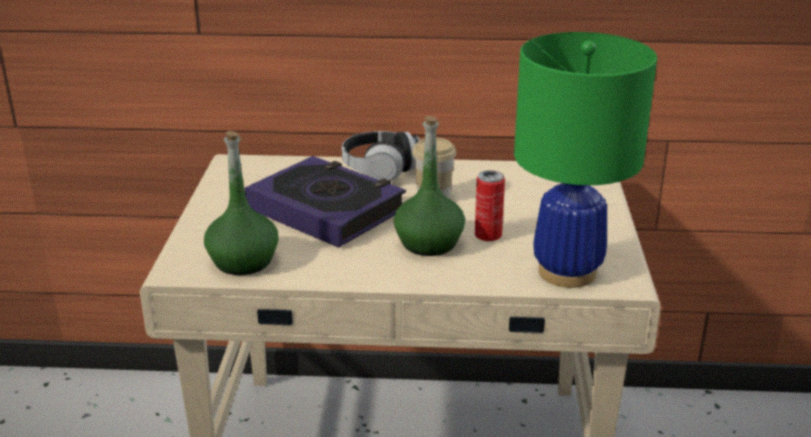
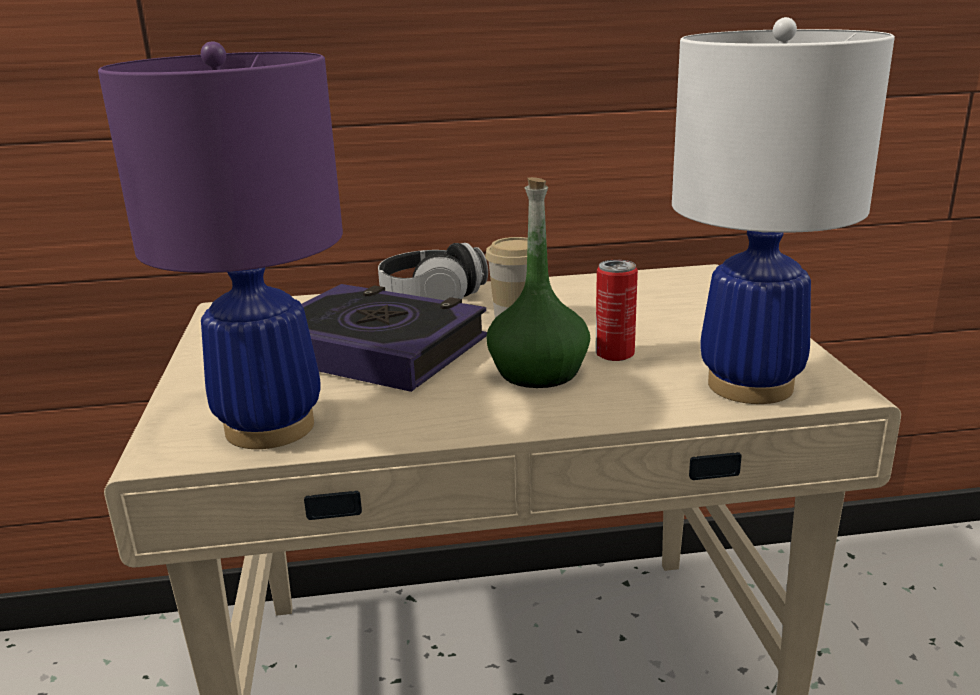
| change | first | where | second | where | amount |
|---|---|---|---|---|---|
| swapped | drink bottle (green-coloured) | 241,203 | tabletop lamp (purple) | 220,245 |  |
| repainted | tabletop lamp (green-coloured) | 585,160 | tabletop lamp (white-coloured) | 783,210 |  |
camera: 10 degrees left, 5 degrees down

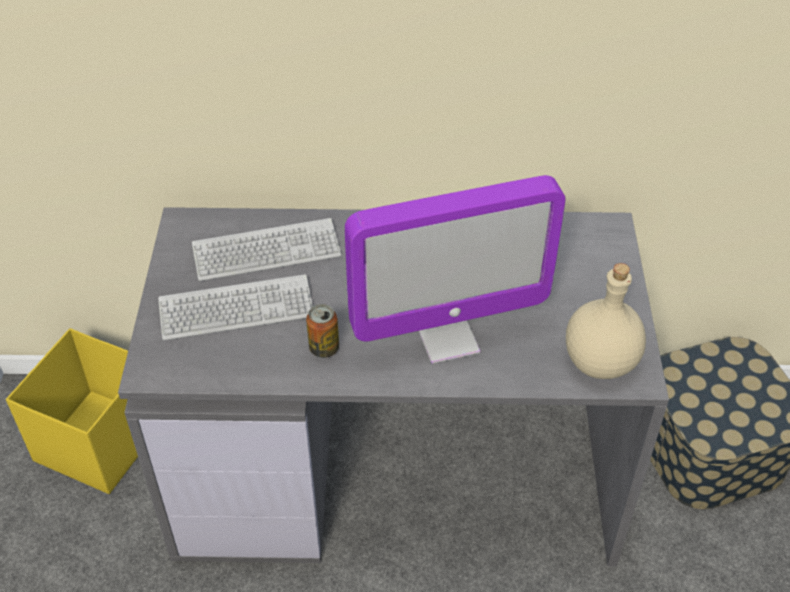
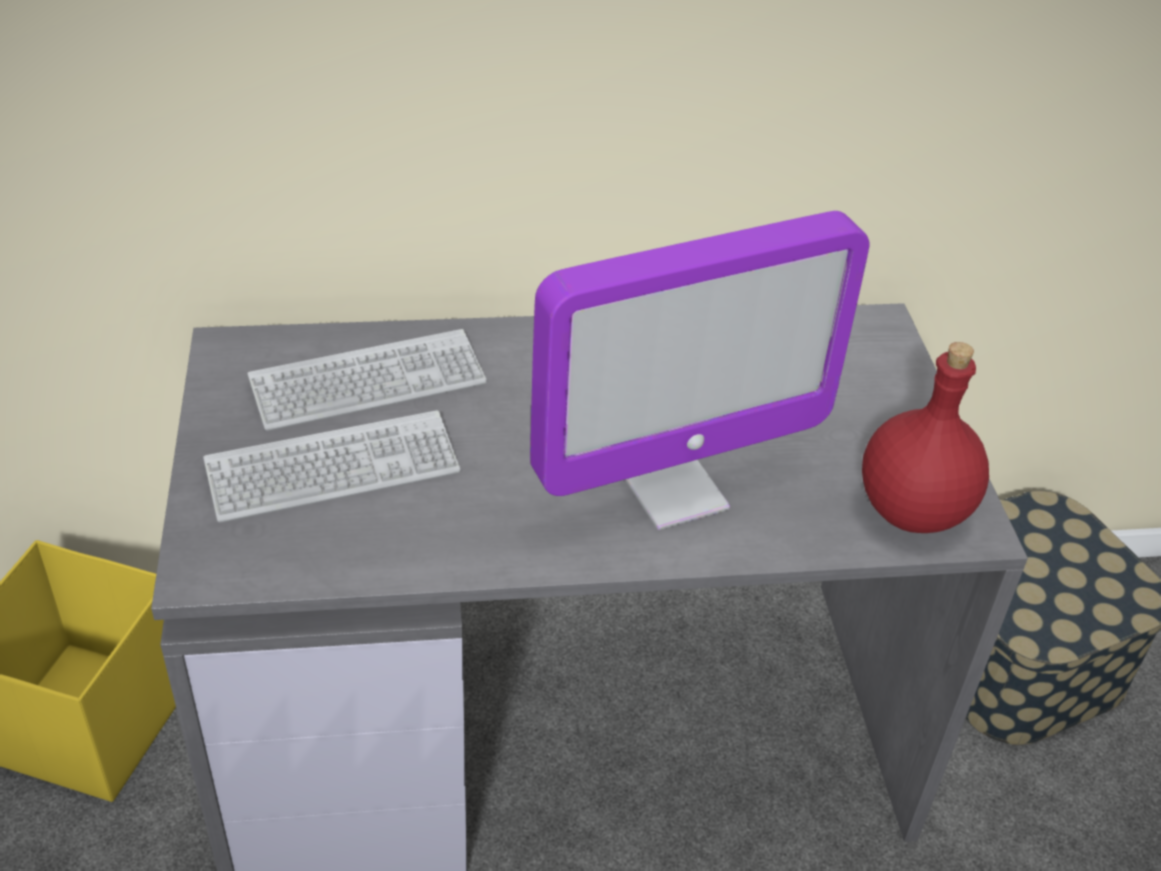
| change | first | where | second | where | amount |
|---|---|---|---|---|---|
| repainted | drink bottle (beige-coloured) | 606,321 | drink bottle (reddish) | 925,437 |  |
| gone | metal can | 322,331 |  |  |  |
camera: 10 degrees left, 5 degrees down

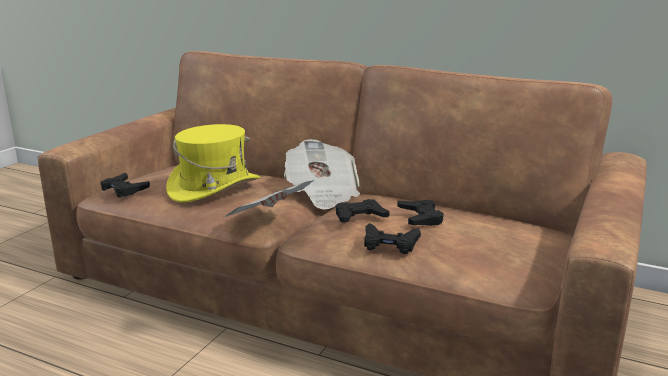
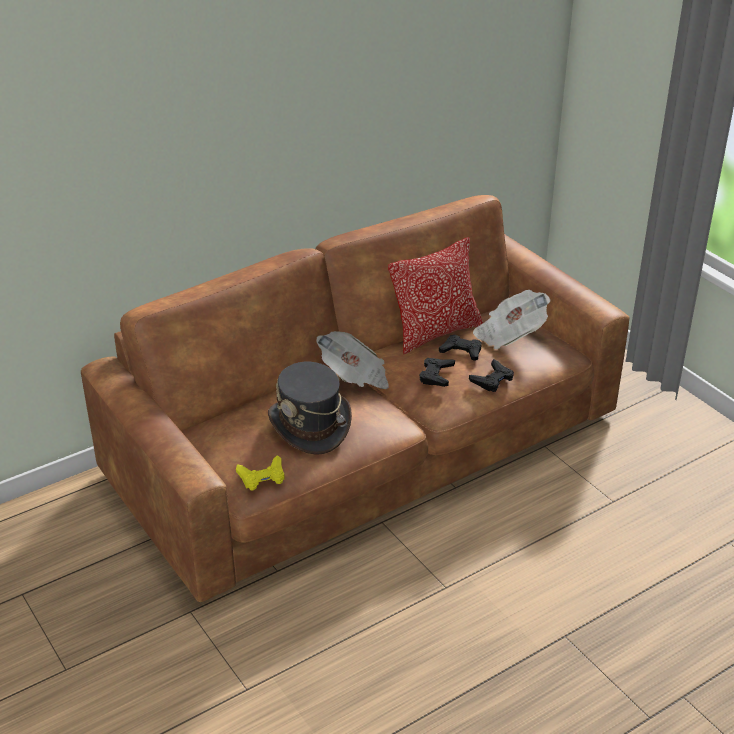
| change | first | where | second | where | amount |
|---|---|---|---|---|---|
| repainted | game controller (black) | 125,185 | game controller (yellow) | 260,472 |  |
| repainted | clothing hat (yellow) | 213,163 | clothing hat (greyish) | 310,408 |  |
| new |  |  | throw pillow | 435,295 |  |
| shifted | newspaper | 269,198 |  | 512,320 |  |
camera: 60 degrees left, 15 degrees up

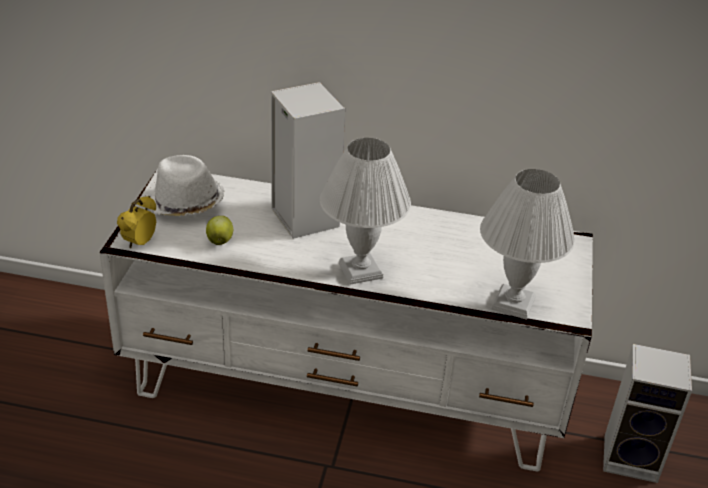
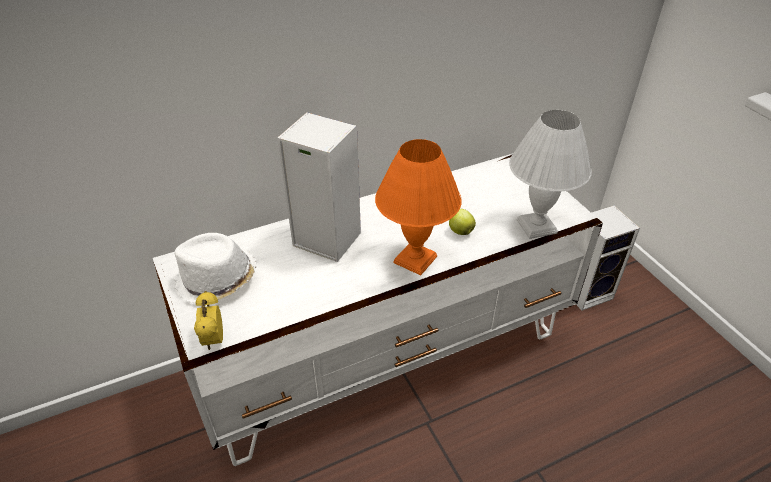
| change | first | where | second | where | amount |
|---|---|---|---|---|---|
| repainted | tabletop lamp (white-coloured) | 365,211 | tabletop lamp (orange) | 418,207 |  |
| shifted | whole apple | 219,230 |  | 462,222 |  |
camera: 35 degrees left, 5 degrees up

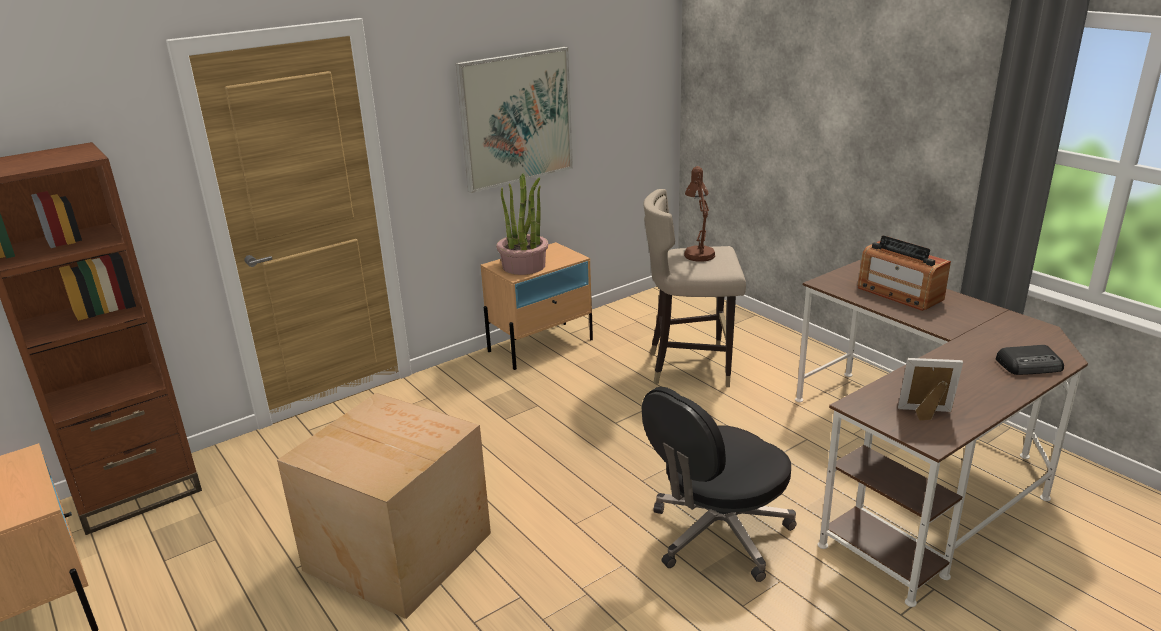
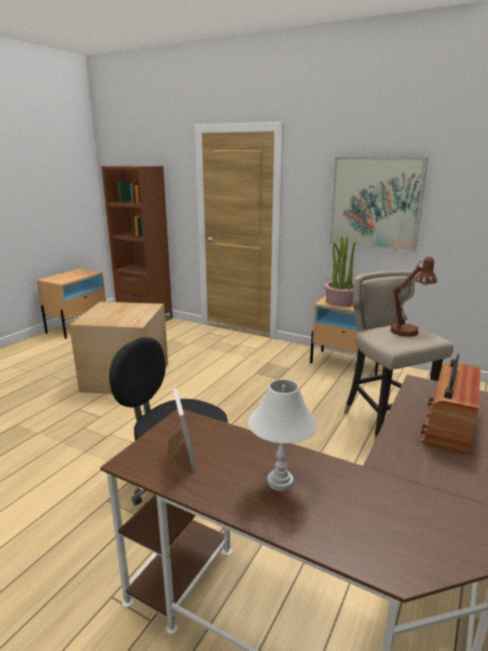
| change | first | where | second | where | amount |
|---|---|---|---|---|---|
| new |  |  | tabletop lamp (white-coloured) | 282,435 |  |
| gone | radio | 1030,360 |  |  |  |
camera: 65 degrees right, 5 degrees down

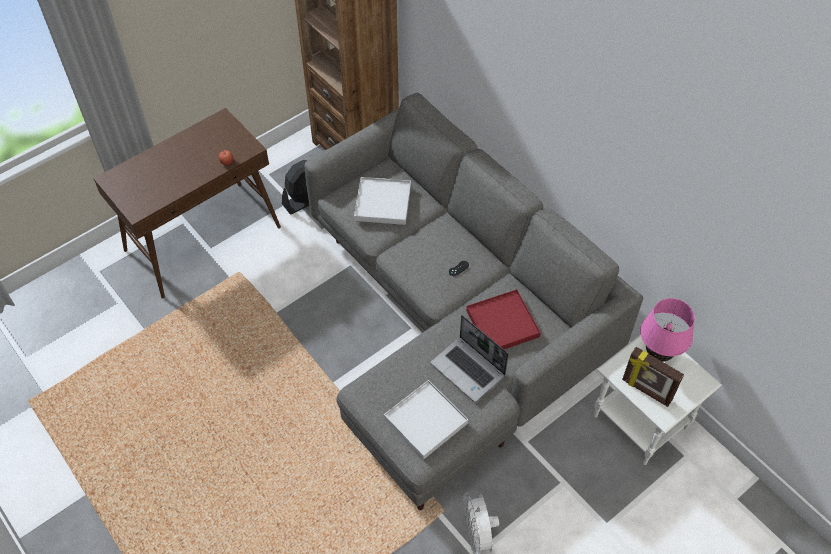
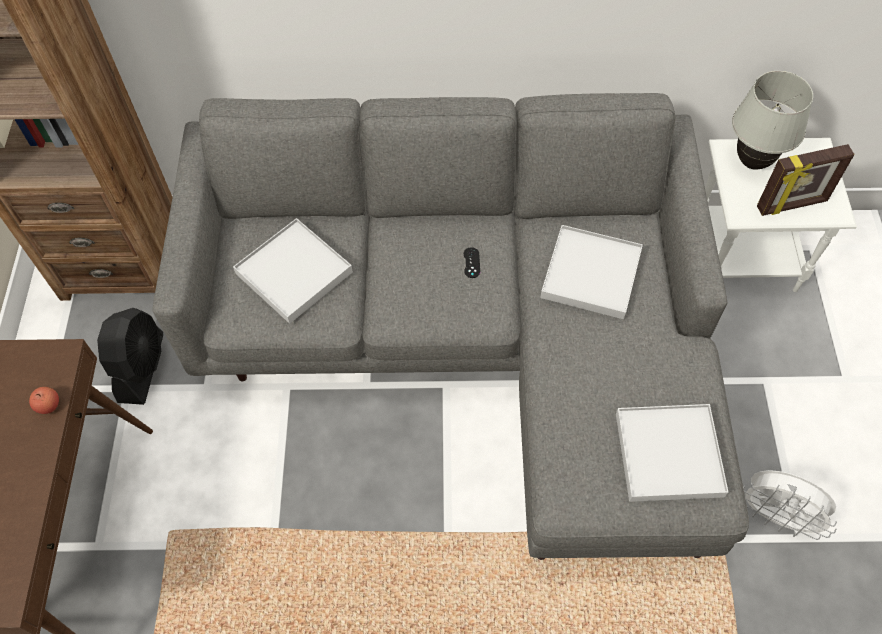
| change | first | where | second | where | amount |
|---|---|---|---|---|---|
| repainted | tray (reddish) | 503,319 | tray (white-coloured) | 591,272 |  |
| repainted | tabletop lamp (pink-coloured) | 667,330 | tabletop lamp (white-coloured) | 772,120 |  |
| gone | laptop | 470,358 |  |  |  |
camera: 50 degrees left, 5 degrees up

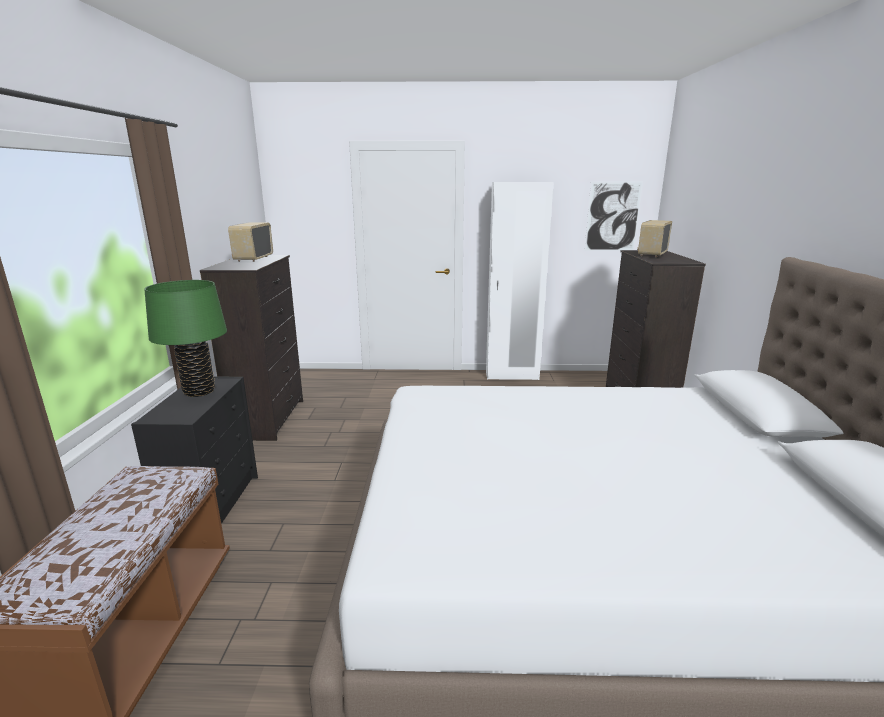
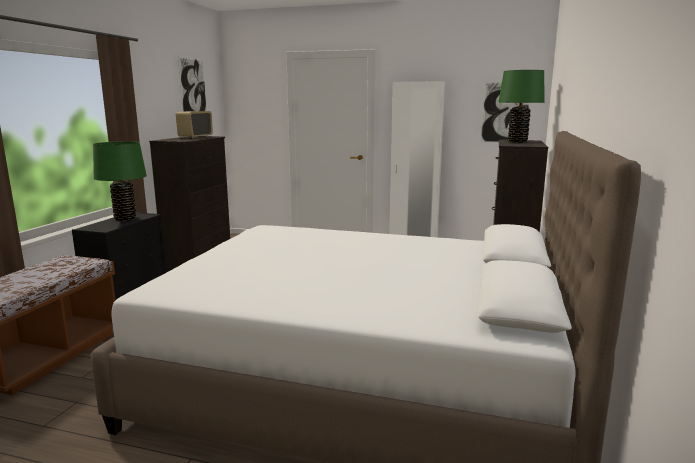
| change | first | where | second | where | amount |
|---|---|---|---|---|---|
| new |  |  | wall picture | 192,83 |  |
| swapped | radio | 654,238 | tabletop lamp (green-coloured) | 521,106 |  |
camera: 15 degrees right, 5 degrees down

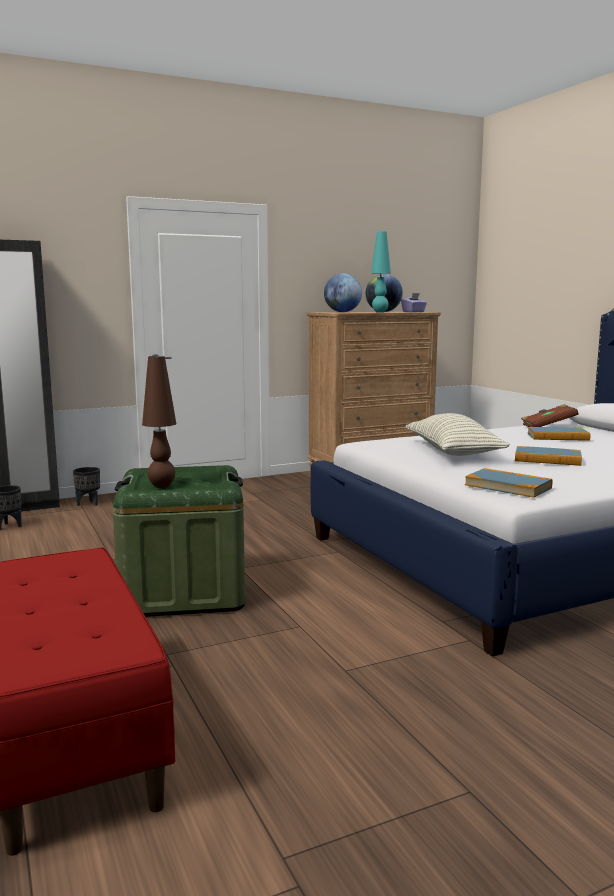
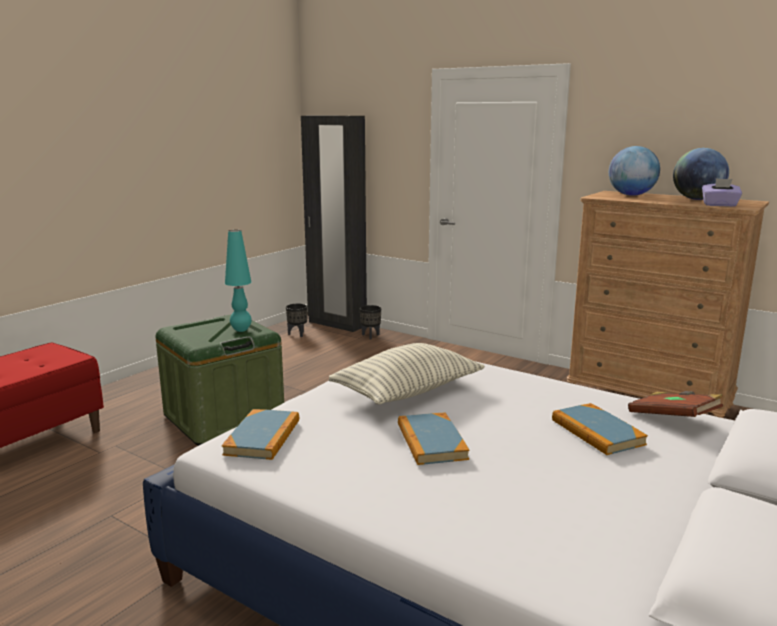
| change | first | where | second | where | amount |
|---|---|---|---|---|---|
| shifted | tabletop lamp (blue-green) | 381,272 |  | 238,281 |  |
| gone | tabletop lamp (brown-coloured) | 159,422 |  |  |  |
camera: 60 degrees right, 5 degrees up

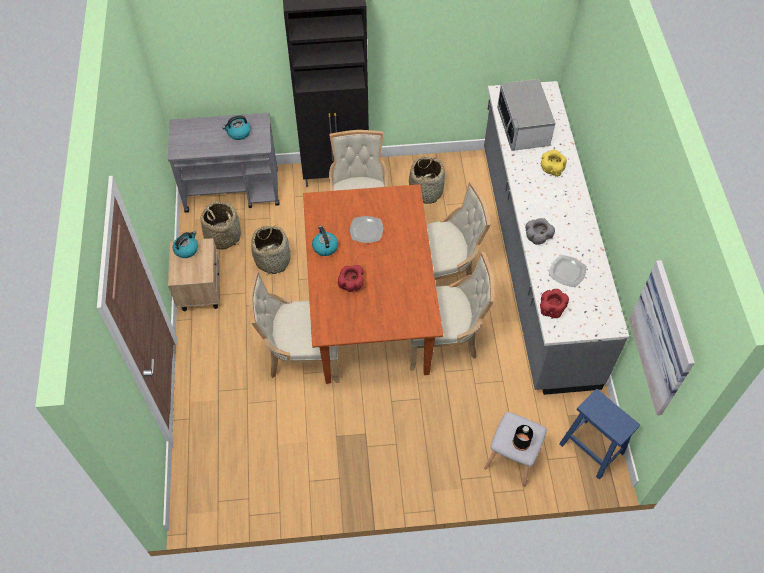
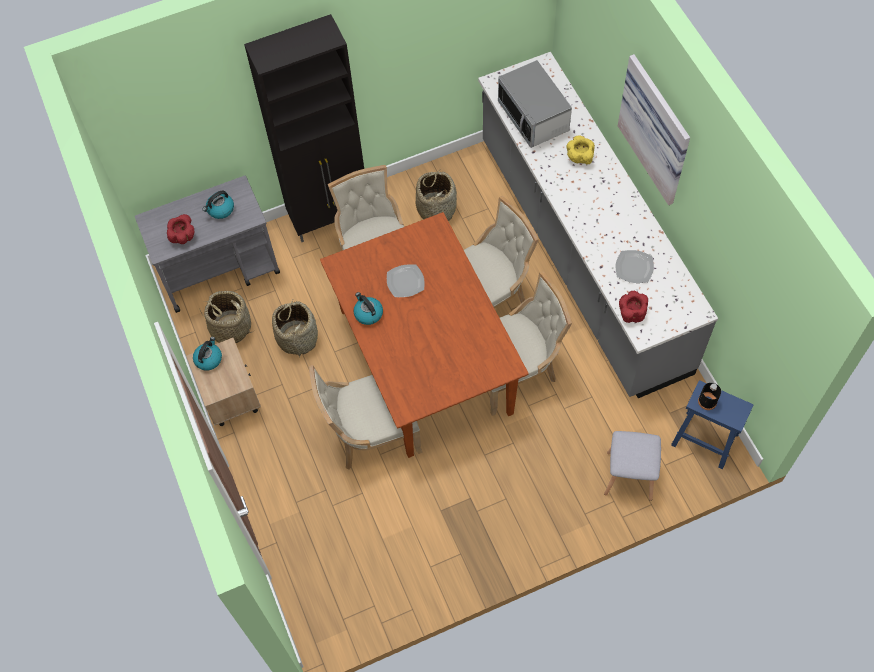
| change | first | where | second | where | amount |
|---|---|---|---|---|---|
| shifted | bowl (reddish) | 351,278 |  | 181,229 |  |
| shifted | wall picture | 662,337 |  | 654,129 |  |
| shifted | drink bottle (black) | 523,438 |  | 709,396 |  |
| gone | bowl (greyish) | 540,231 |  |  |  |
camera: 15 degrees left, 5 degrees up

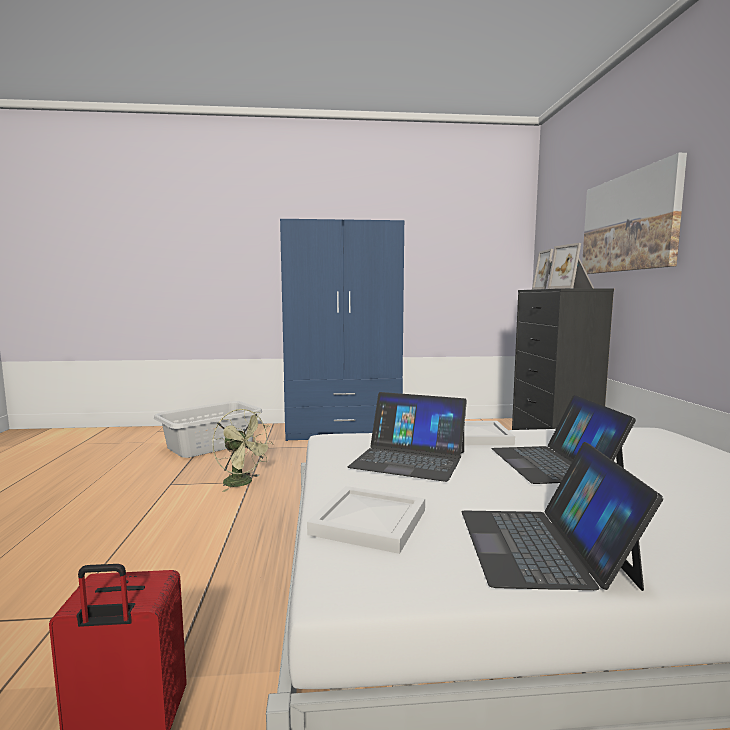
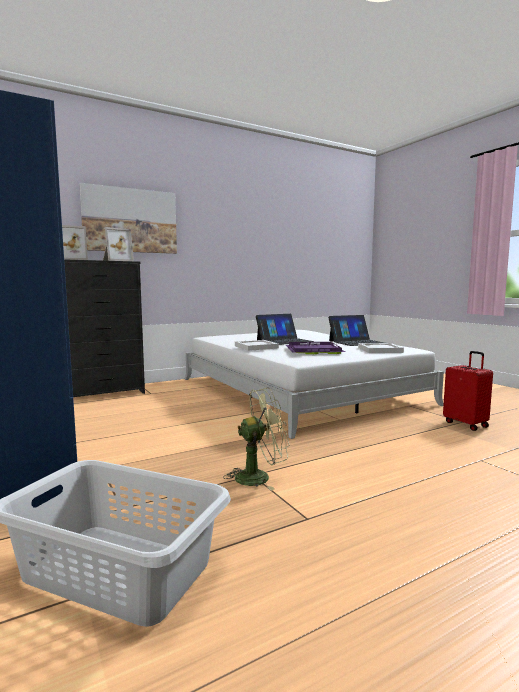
| change | first | where | second | where | amount |
|---|---|---|---|---|---|
| rotated | cooling fan (green-coloured) | 243,450 |  | 256,439 | 60 degrees clockwise |
| swapped | laptop | 407,437 | tray (purple) | 315,348 |  |
camera: 115 degrees left, 0 degrees up

